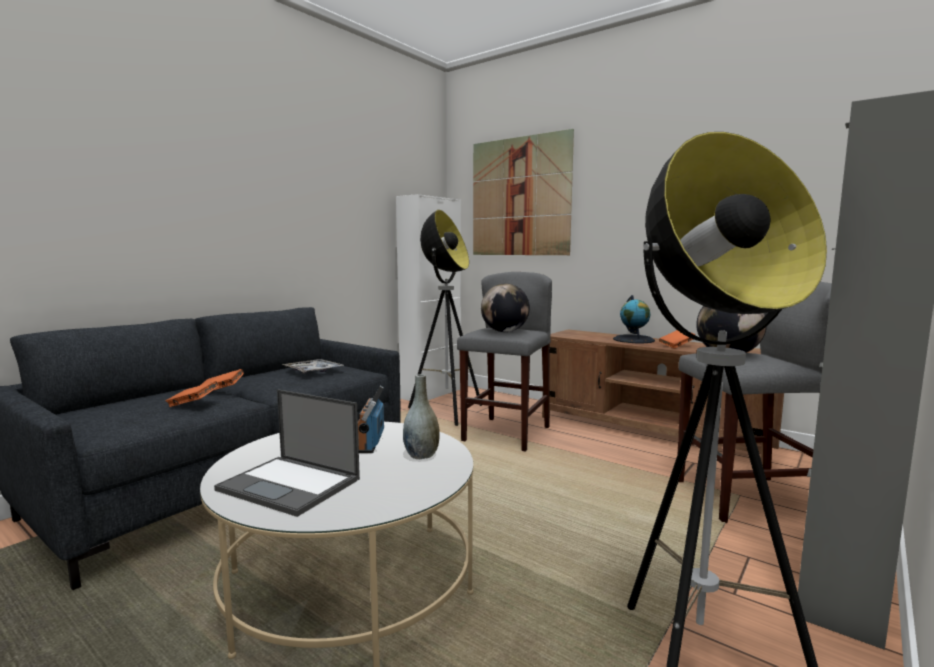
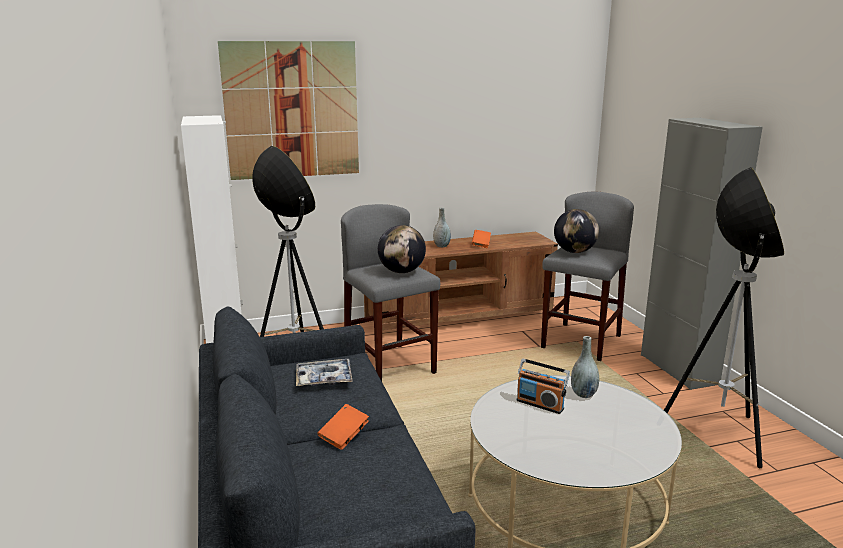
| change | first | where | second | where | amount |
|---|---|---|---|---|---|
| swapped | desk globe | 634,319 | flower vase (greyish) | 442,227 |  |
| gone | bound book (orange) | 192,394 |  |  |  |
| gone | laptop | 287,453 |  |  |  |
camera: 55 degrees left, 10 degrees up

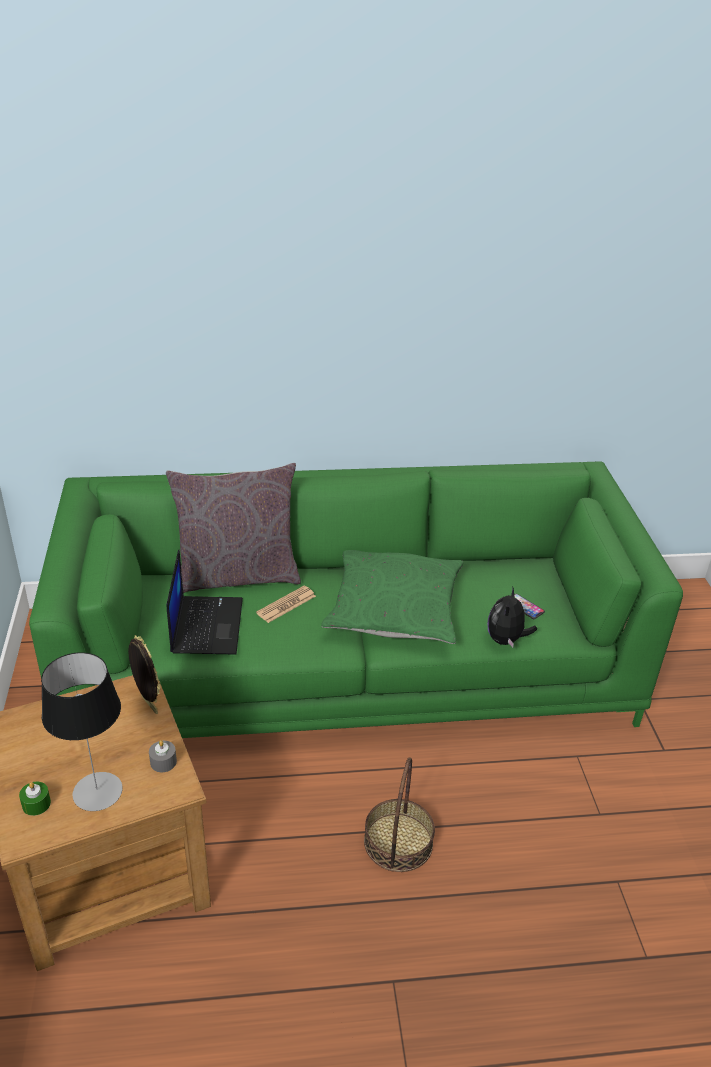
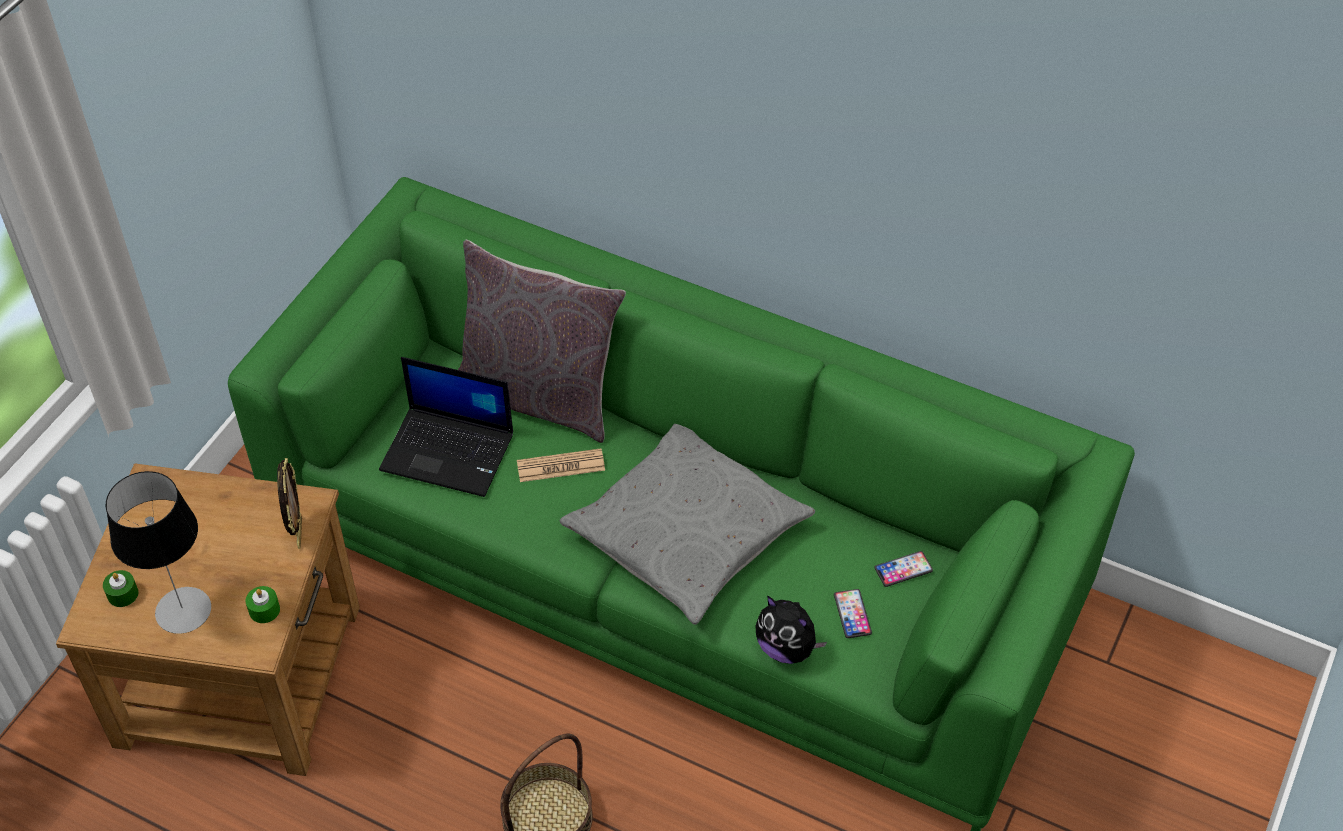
| change | first | where | second | where | amount |
|---|---|---|---|---|---|
| repainted | wax candle (greyish) | 163,756 | wax candle (green-coloured) | 263,604 |  |
| rotated | laptop | 205,602 |  | 446,427 | 75 degrees clockwise |
| repainted | throw pillow (green-coloured) | 392,597 | throw pillow (greyish) | 687,524 |  |
| rotated | soft toy | 512,618 |  | 791,629 | 105 degrees counterclockwise |
| new |  |  | phone | 903,569 |  |
camera: 35 degrees right, 15 degrees up

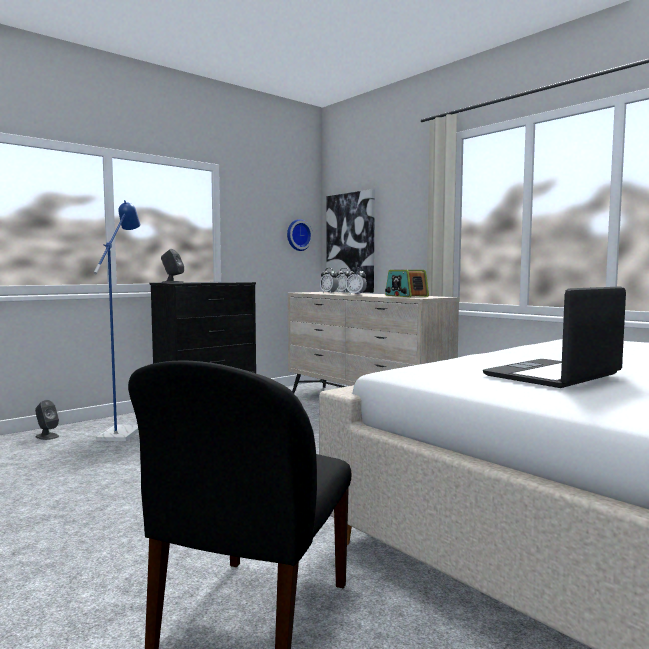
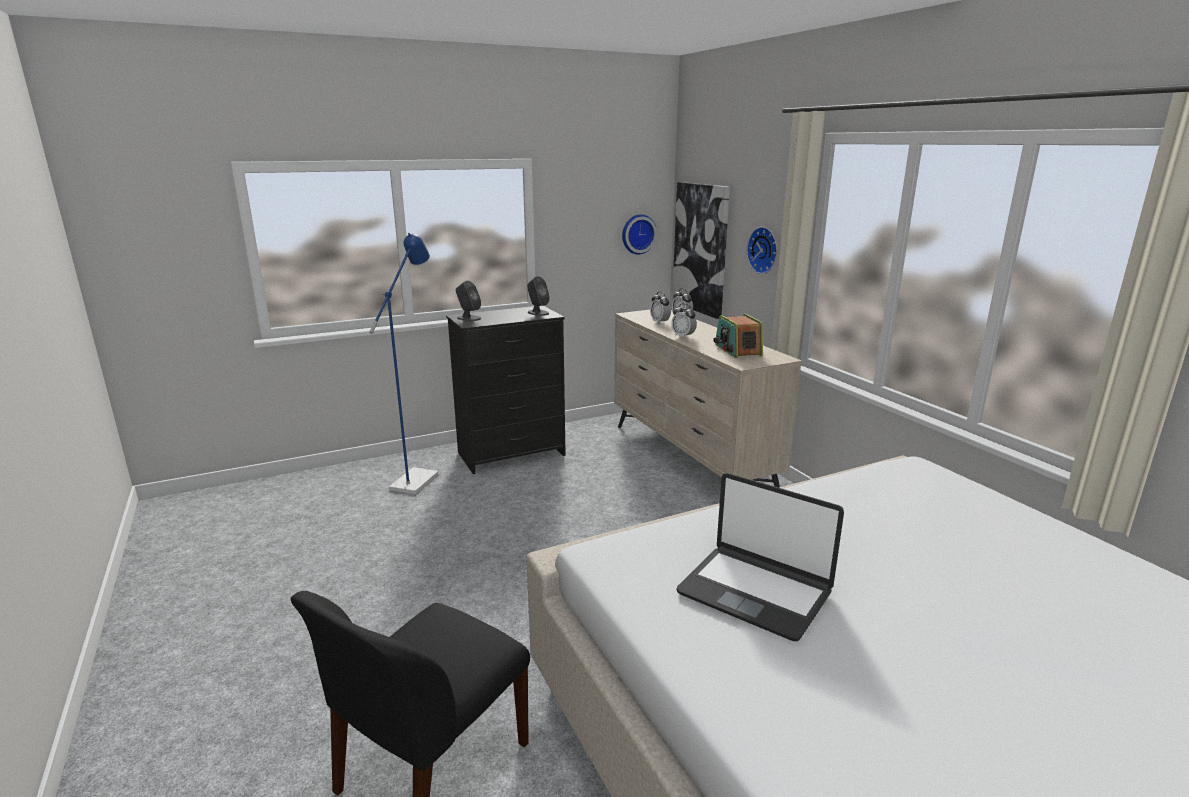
| change | first | where | second | where | amount |
|---|---|---|---|---|---|
| shifted | audio speaker (greyish) | 47,420 |  | 538,296 |  |
| rotated | laptop | 554,337 |  | 760,557 | 120 degrees counterclockwise |
| new |  |  | wall clock | 762,250 |  |
camera: 15 degrees right, 15 degrees up

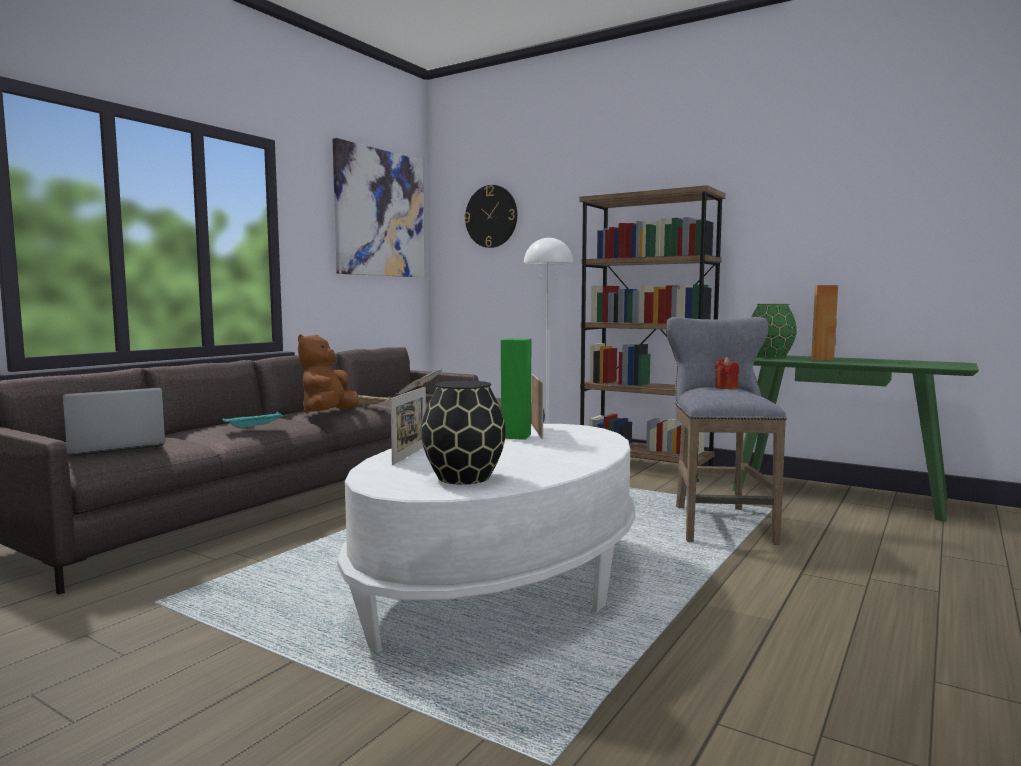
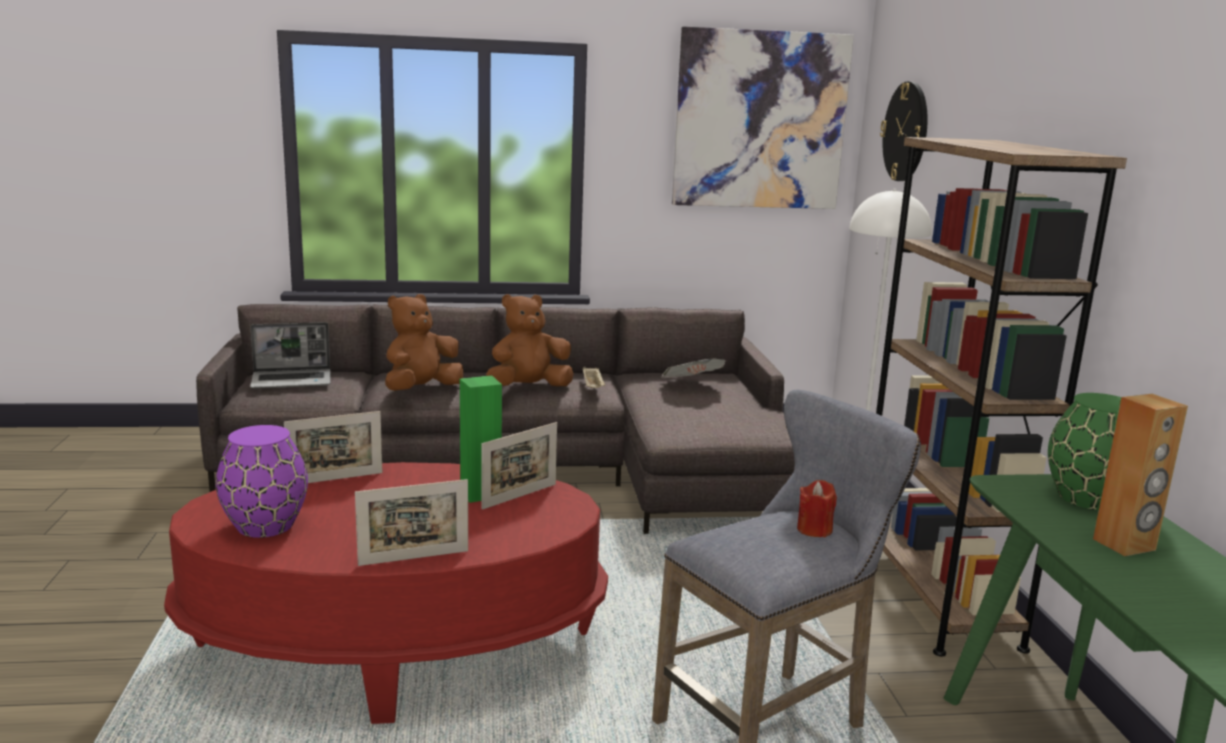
| change | first | where | second | where | amount |
|---|---|---|---|---|---|
| repainted | lounge table (white-coloured) | 486,538 | lounge table (reddish) | 386,593 |  |
| repainted | flower vase (black) | 463,432 | flower vase (purple) | 262,481 |  |
| rotated | laptop | 114,422 |  | 290,355 | 150 degrees clockwise |
| new |  |  | picture frame | 411,522 |  |
| swapped | tray (blue-green) | 254,420 | soft toy (brown-coloured) | 424,342 |  |
camera: 50 degrees right, 10 degrees up

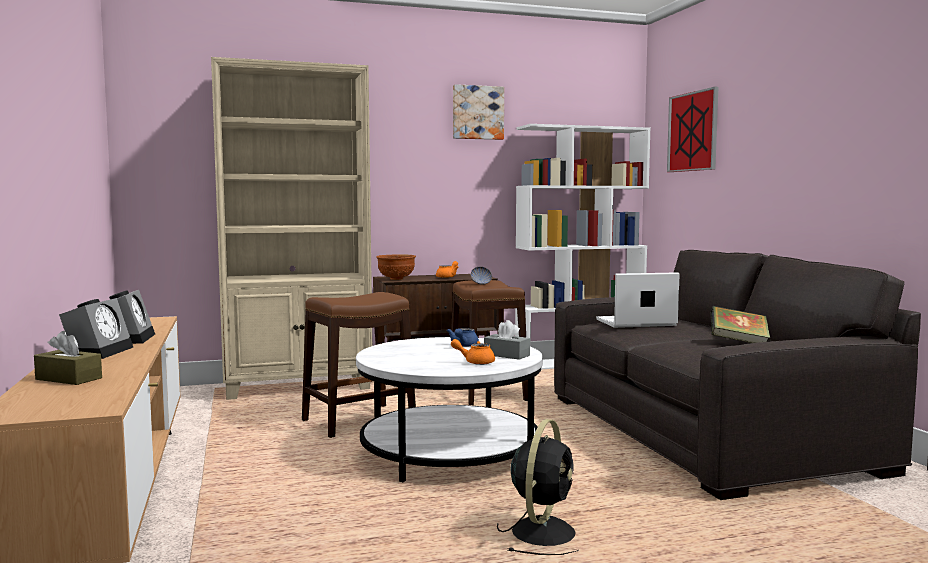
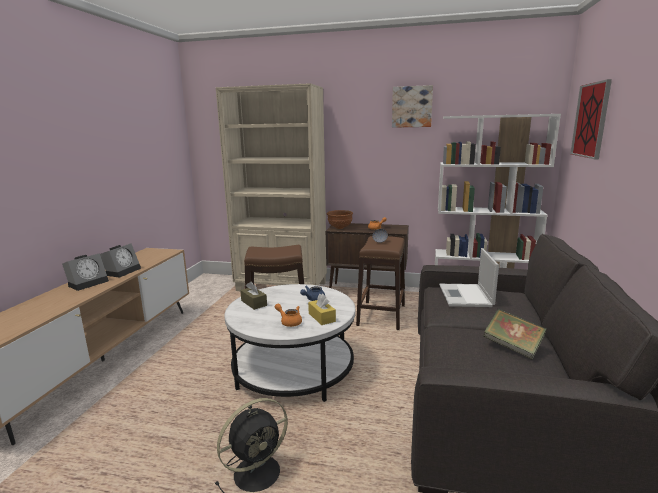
| change | first | where | second | where | amount |
|---|---|---|---|---|---|
| shifted | tissue box (brown-coloured) | 68,358 |  | 253,295 |  |
| repainted | tissue box (greyish) | 507,340 | tissue box (yellow) | 322,309 |  |
| rotated | laptop | 638,300 |  | 469,277 | 105 degrees counterclockwise |
camera: 30 degrees right, 10 degrees up

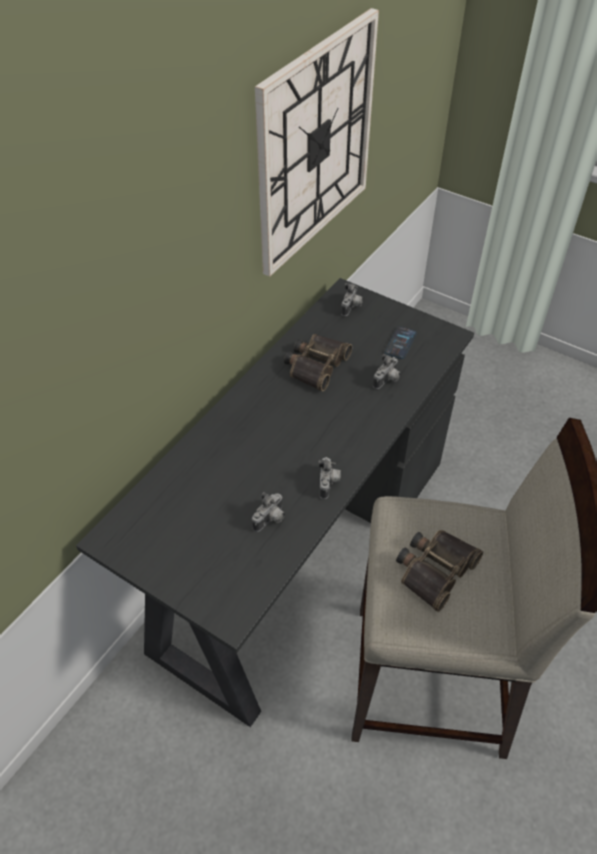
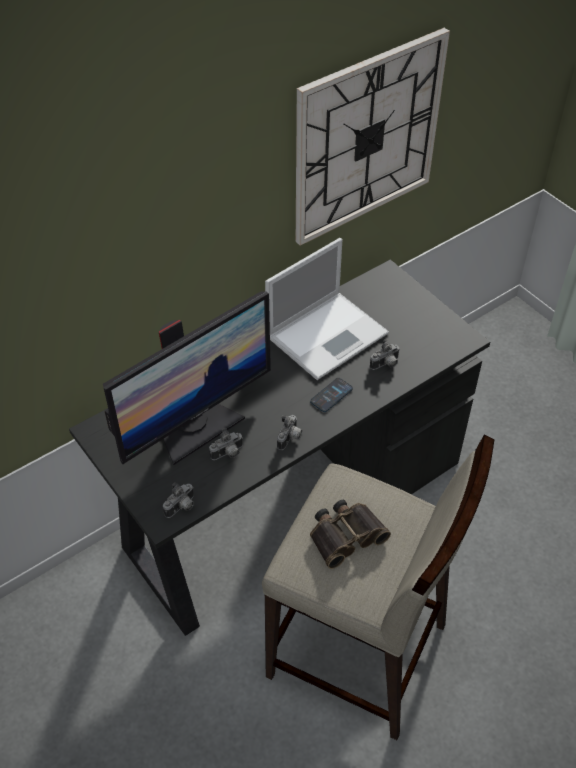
| change | first | where | second | where | amount |
|---|---|---|---|---|---|
| new |  |  | monitor | 187,378 |  |
| shifted | photo camera | 352,299 |  | 178,500 |  |
| swapped | pair of binoculars | 318,362 | laptop | 327,309 |  |
| shifted | phone | 400,342 |  | 331,395 |  |
camera: 20 degrees right, 0 degrees up

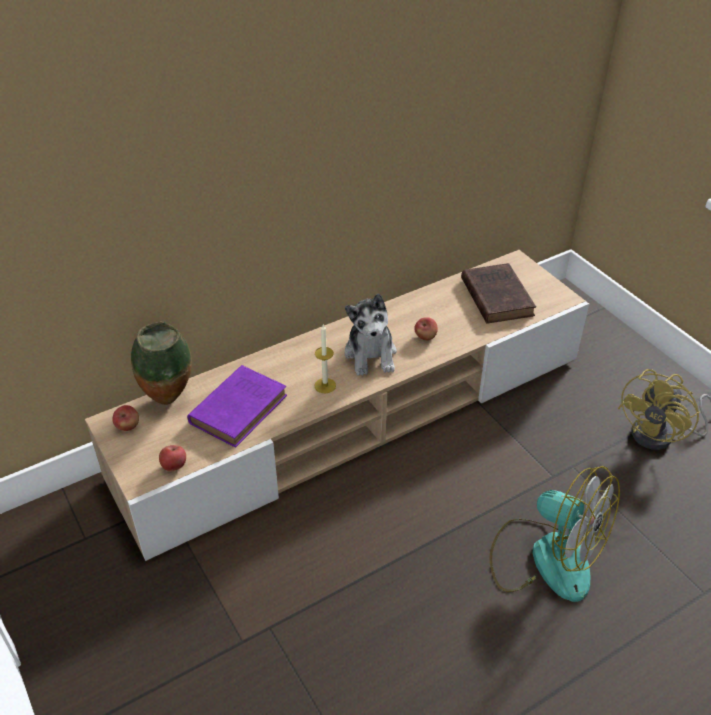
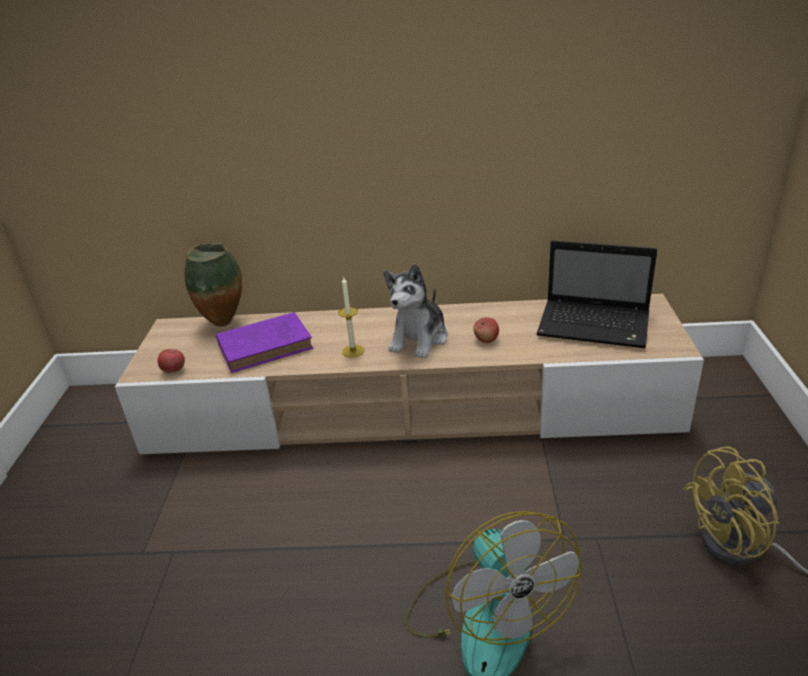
| change | first | where | second | where | amount |
|---|---|---|---|---|---|
| swapped | bound book (brown-coloured) | 498,293 | laptop | 597,294 |  |
| gone | whole apple | 125,418 |  |  |  |
camera: 35 degrees right, 10 degrees down

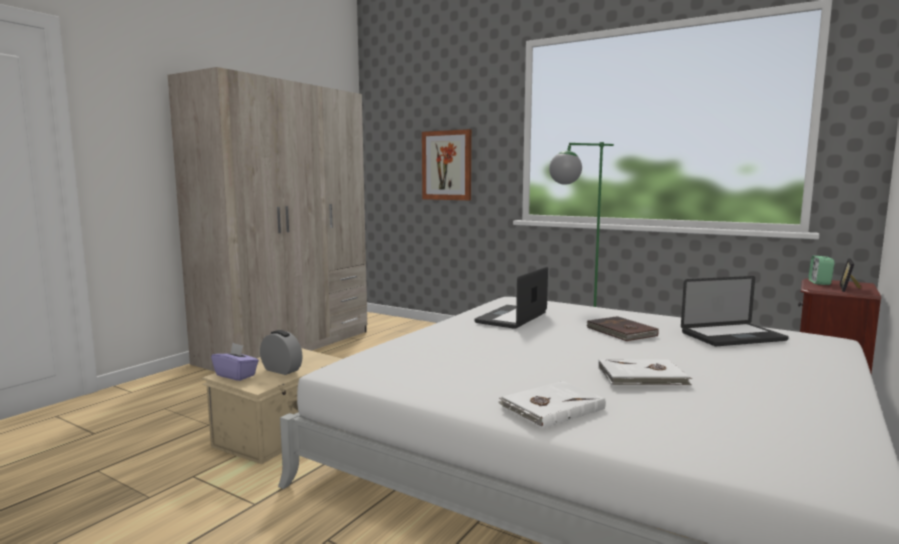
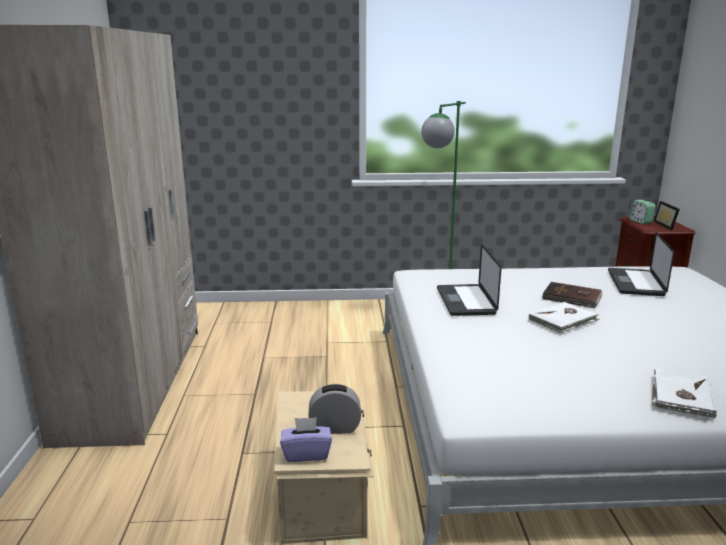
| change | first | where | second | where | amount |
|---|---|---|---|---|---|
| shifted | bound book (white-coloured) | 645,372 |  | 564,318 |  |
| rotated | laptop | 735,311 |  | 641,264 | 150 degrees clockwise |
| gone | wall picture | 447,164 |  |  |  |
camera: 35 degrees left, 10 degrees up

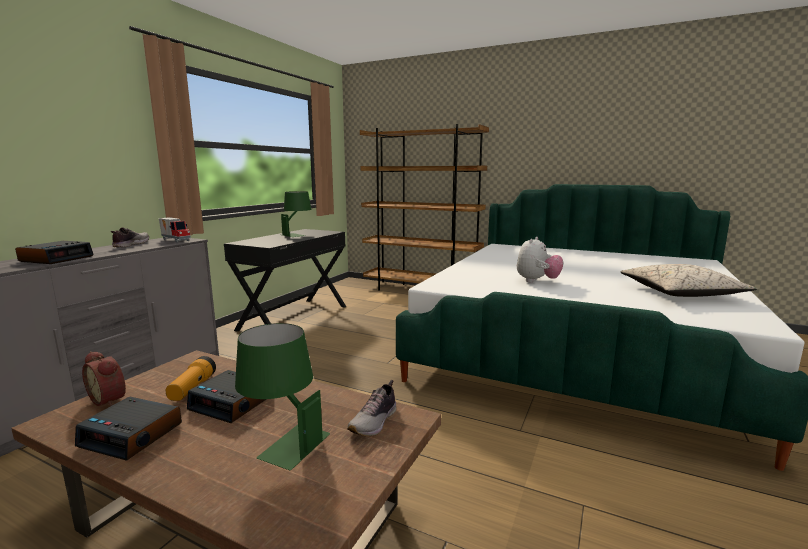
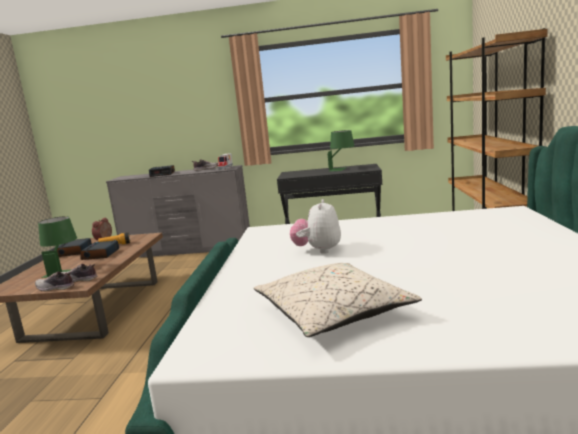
| change | first | where | second | where | amount |
|---|---|---|---|---|---|
| new |  |  | low shoe | 54,281 |  |
| rotated | soft toy | 540,259 |  | 315,226 | 90 degrees clockwise |
camera: 70 degrees right, 0 degrees up

